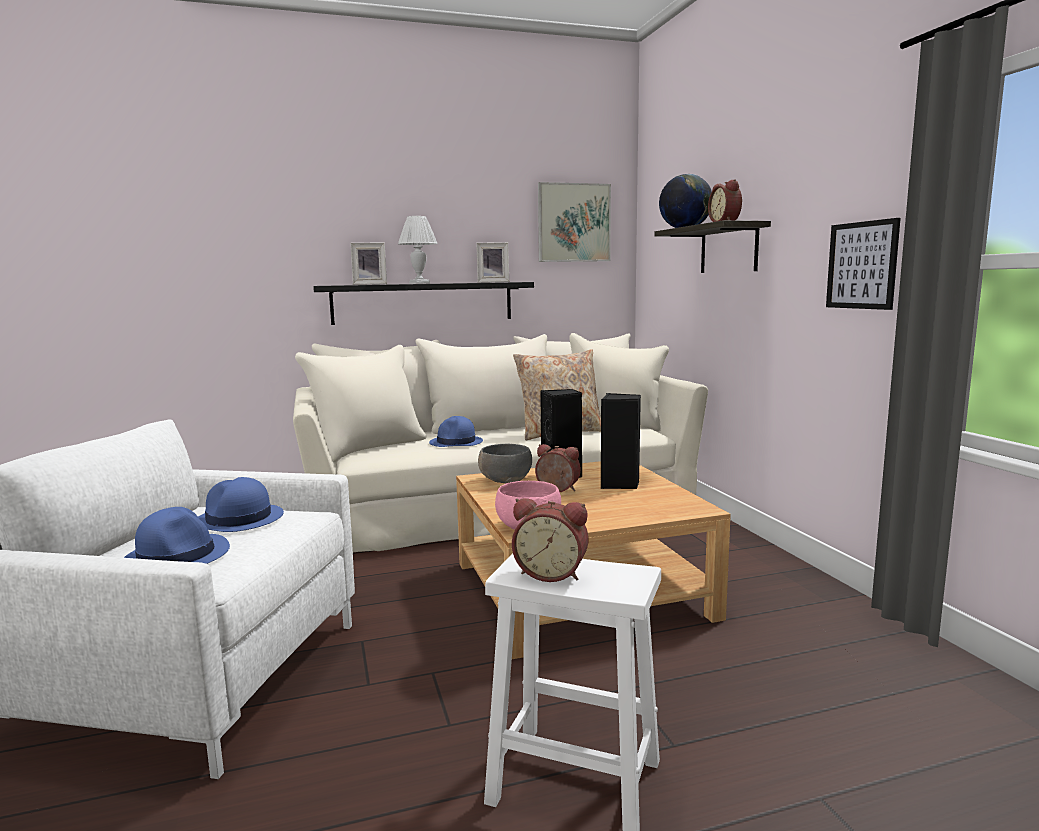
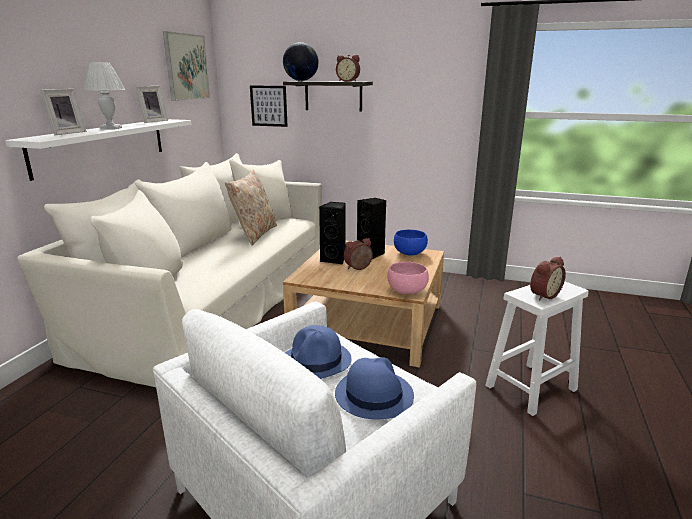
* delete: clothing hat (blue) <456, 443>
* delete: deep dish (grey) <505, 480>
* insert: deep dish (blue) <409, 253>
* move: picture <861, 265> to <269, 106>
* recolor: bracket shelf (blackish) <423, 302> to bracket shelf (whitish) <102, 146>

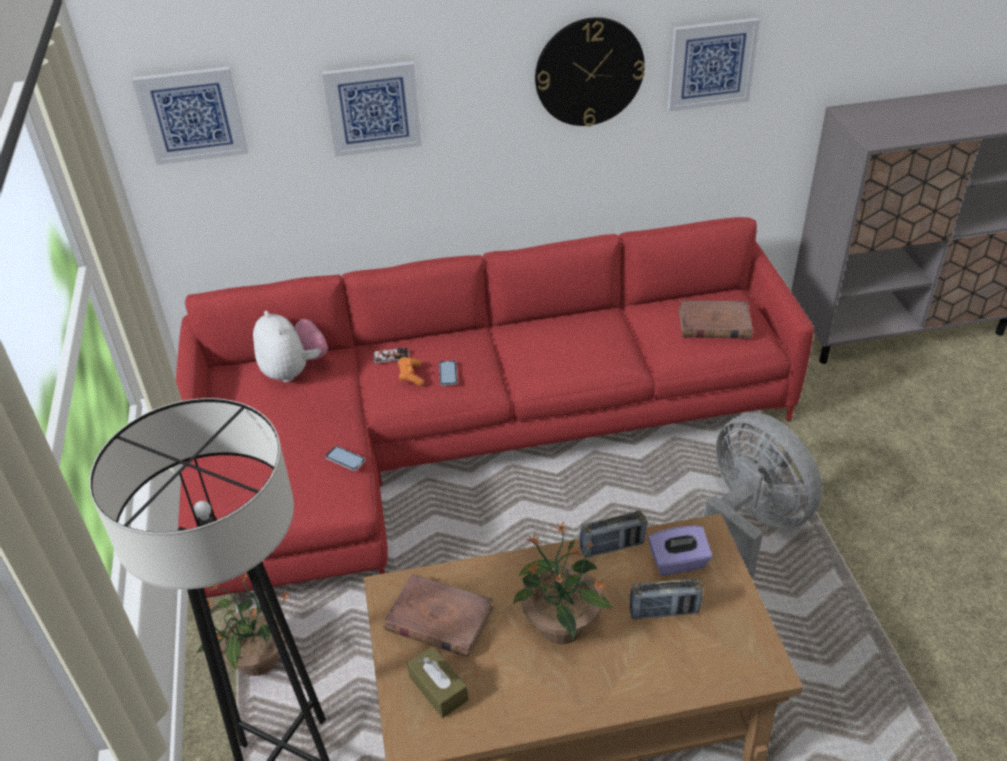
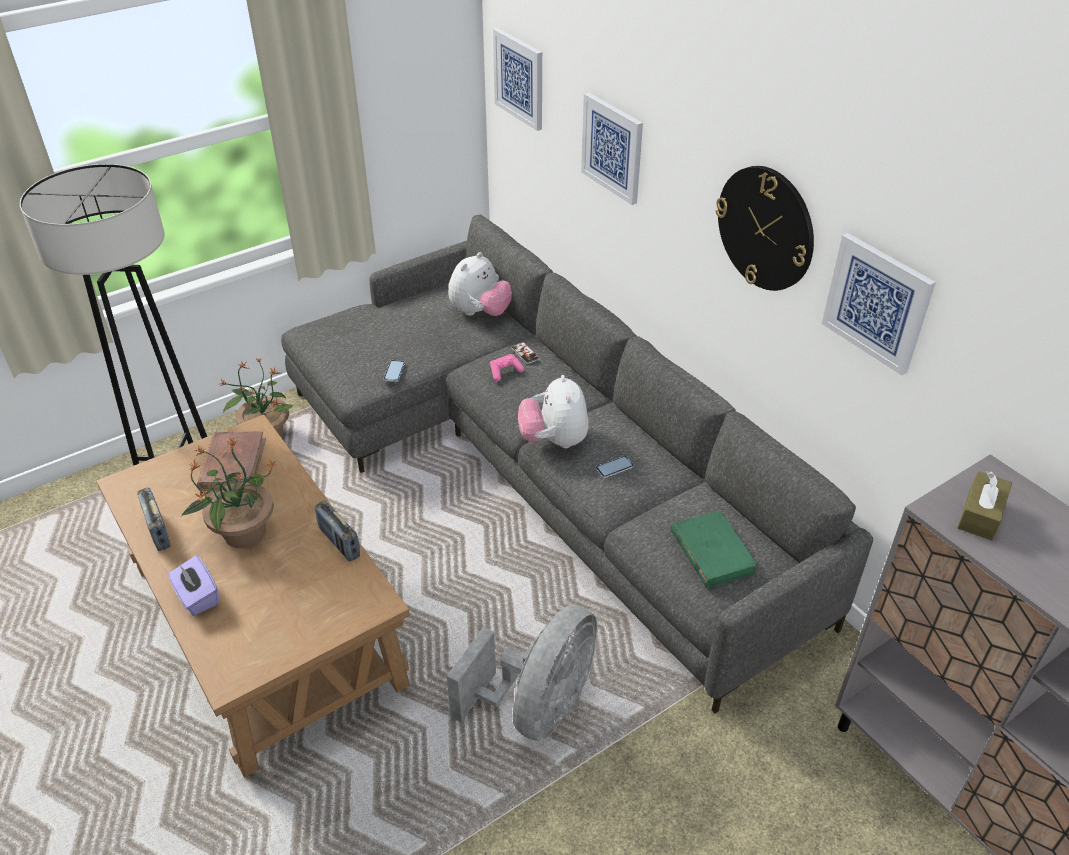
* insert: soft toy <554, 440>
* move: tissue box (brown) <438, 688> to <980, 514>
* move: telephone <448, 374> to <614, 467>
* move: radio receiver <664, 611> to <158, 531>
* move: tissue box (purple-coloured) <678, 562> to <197, 597>
* recolor: settee (reddish) <467, 437> to settee (grey) <541, 468>
* recolor: joypad (orangey) <411, 376> to joypad (pink-coloured) <505, 372>
* recolor: bound book (brown) <714, 323> to bound book (greenish) <712, 552>

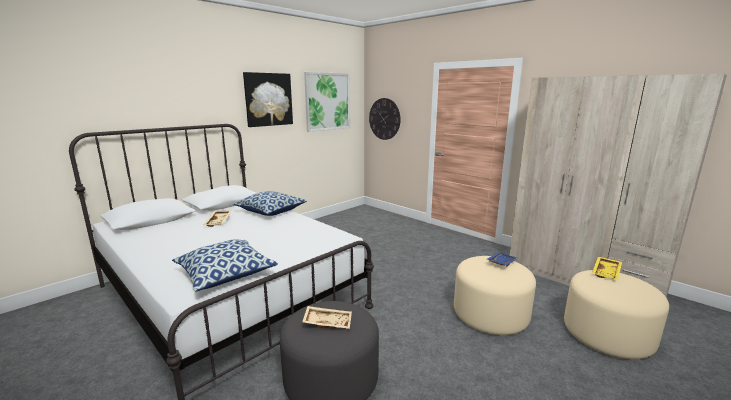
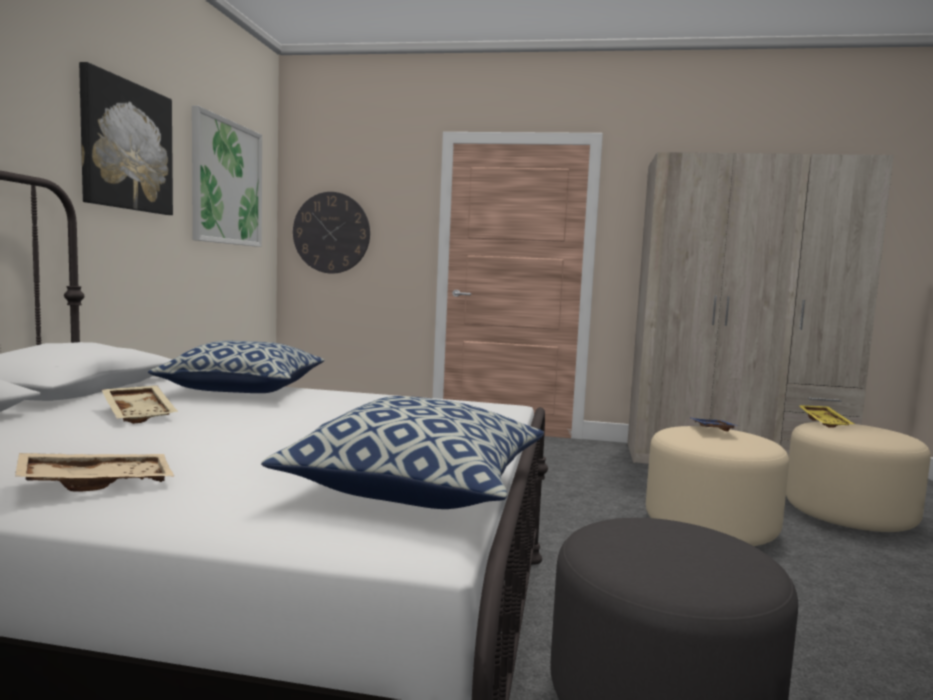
* move: tray (beige) <328, 322> to <97, 483>

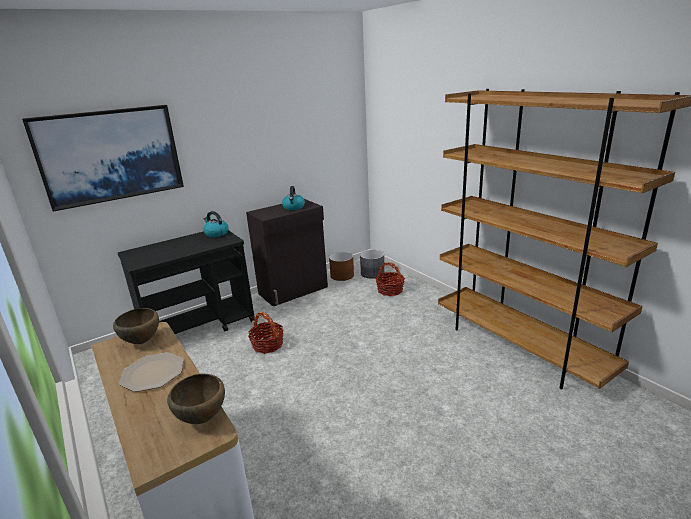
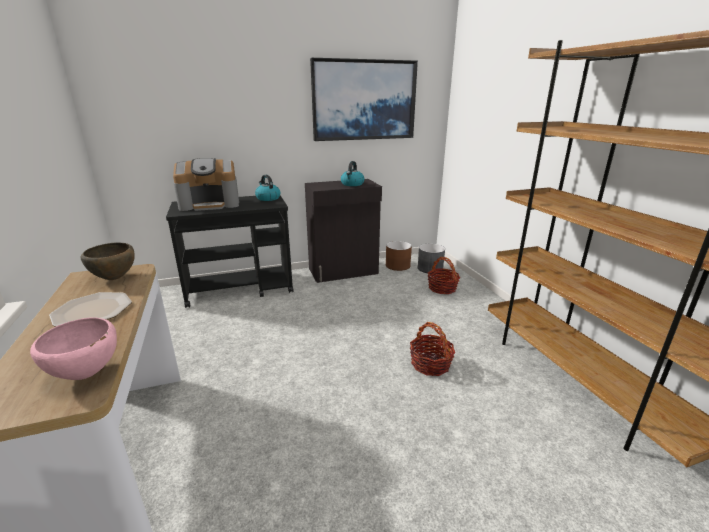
* insert: coffee machine <210, 204>
* move: picture <110, 155> to <364, 100>
* move: household basket <268, 345> to <430, 364>
* recolor: deep dish (brown) <203, 418> to deep dish (pink-coloured) <87, 374>

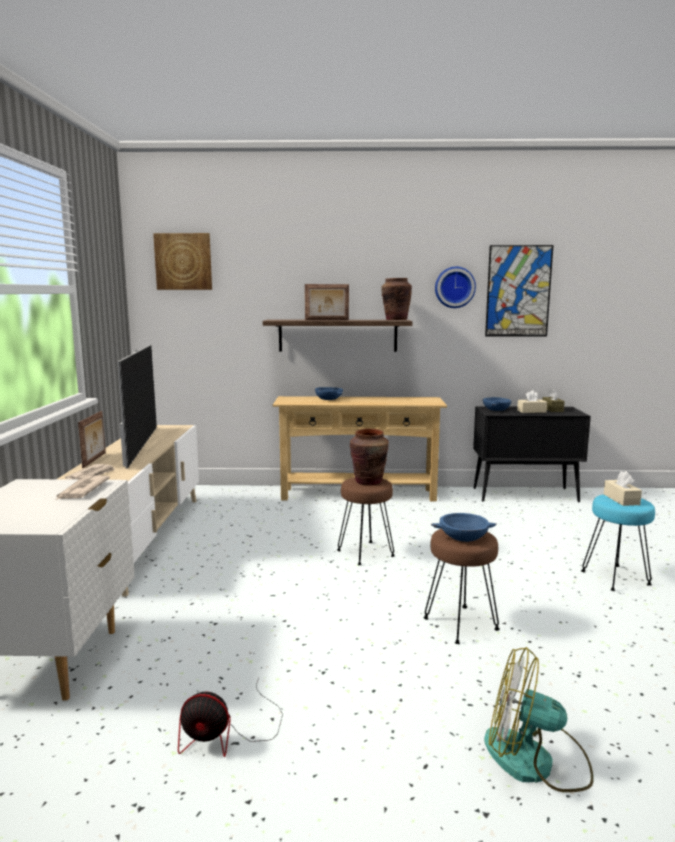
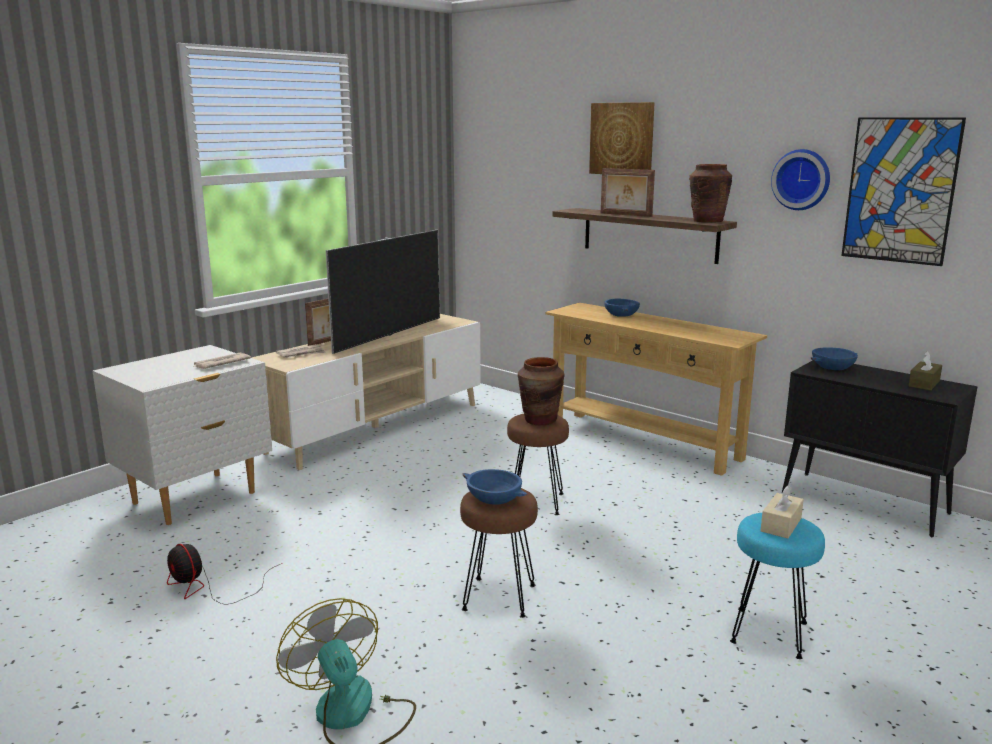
* delete: tissue box (beige) <531, 411>
* move: picture <183, 261> to <622, 139>

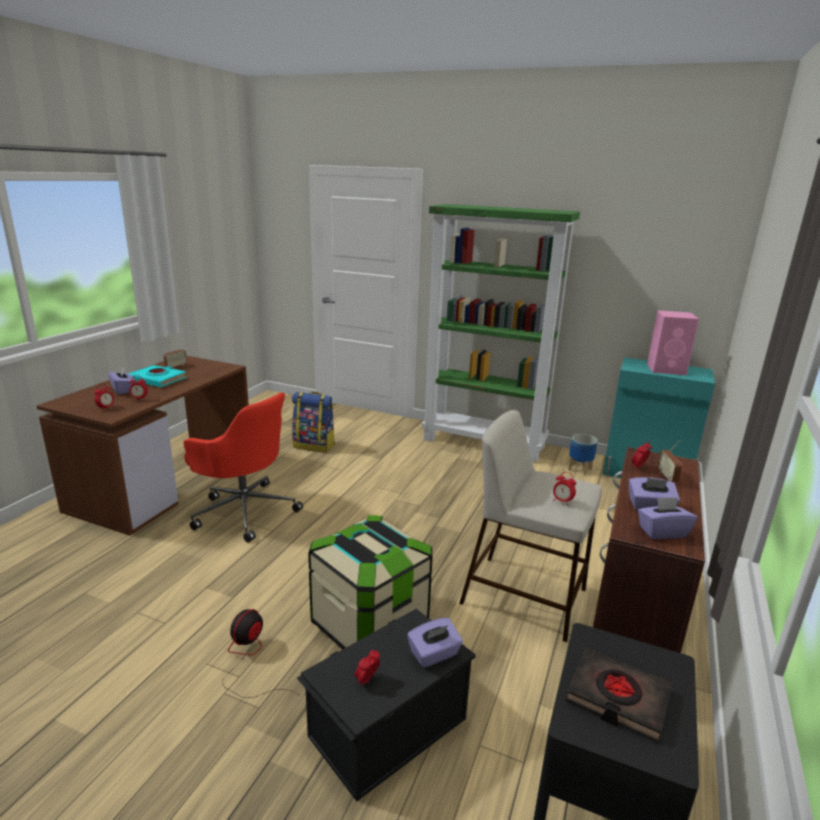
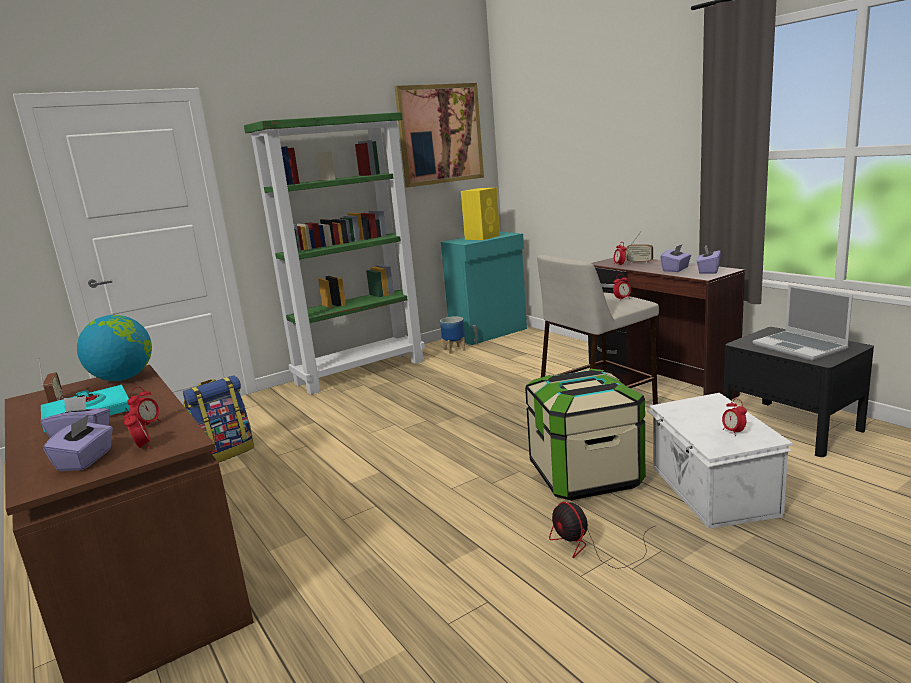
* delete: computer chair (reddish) <244, 510>
* insert: world globe <123, 378>
* insert: picture <440, 134>
* move: tissue box (purple-coloured) <434, 654> to <86, 460>
* replace: bound book (blackish) <617, 697> to notebook computer <801, 347>
* recolor: storage container (blackish) <386, 726> to storage container (whitish) <711, 490>
* recolor: speaker (pink-coloured) <667, 369> to speaker (yellowish) <483, 237>

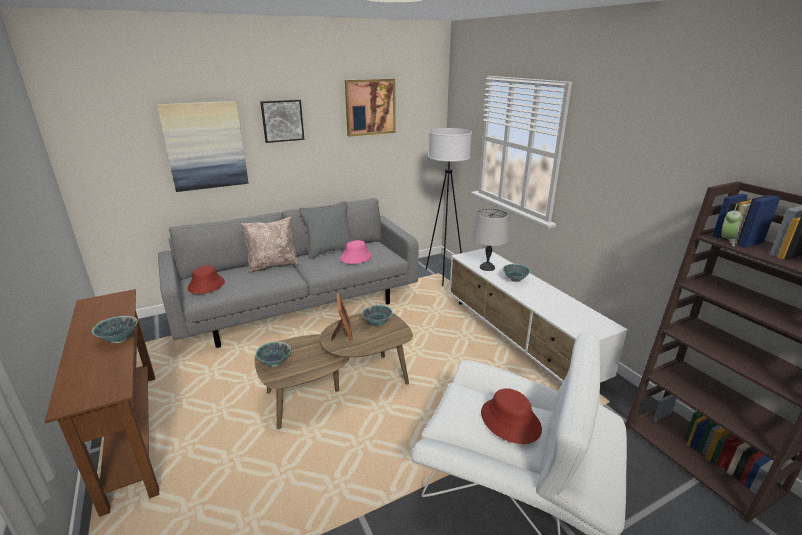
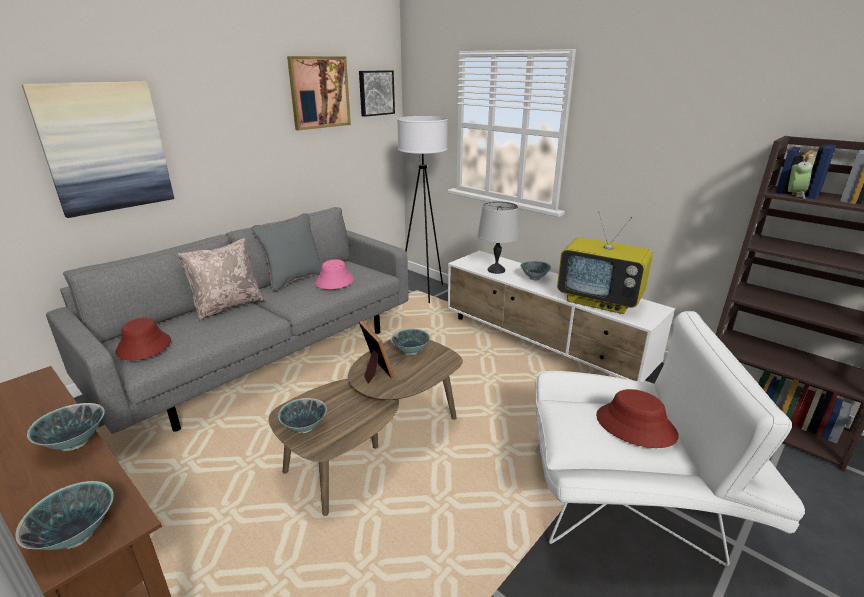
* insert: deep dish <78, 535>
* insert: TV set <600, 301>
* move: picture <282, 120> to <376, 93>

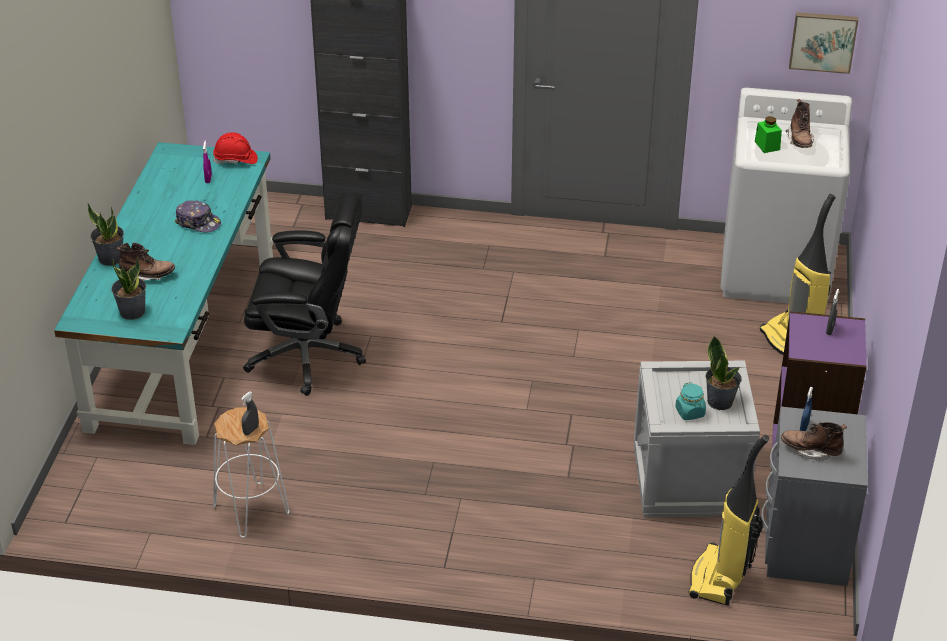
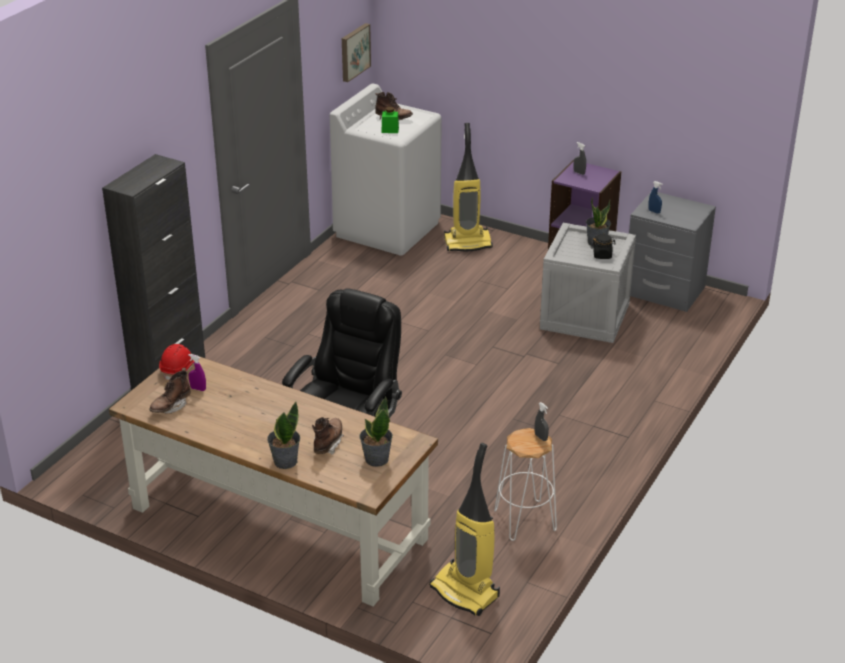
* delete: peaked cap <198, 222>
* move: vacuum <720, 578> to <466, 592>
* move: tall boot (brown) <810, 451> to <171, 406>
* recolor: desk unit (turquoise) <183, 339> to desk unit (brown) <277, 523>
* recolor: preserve jar (turquoise) <690, 412> to preserve jar (blackish) <602, 255>

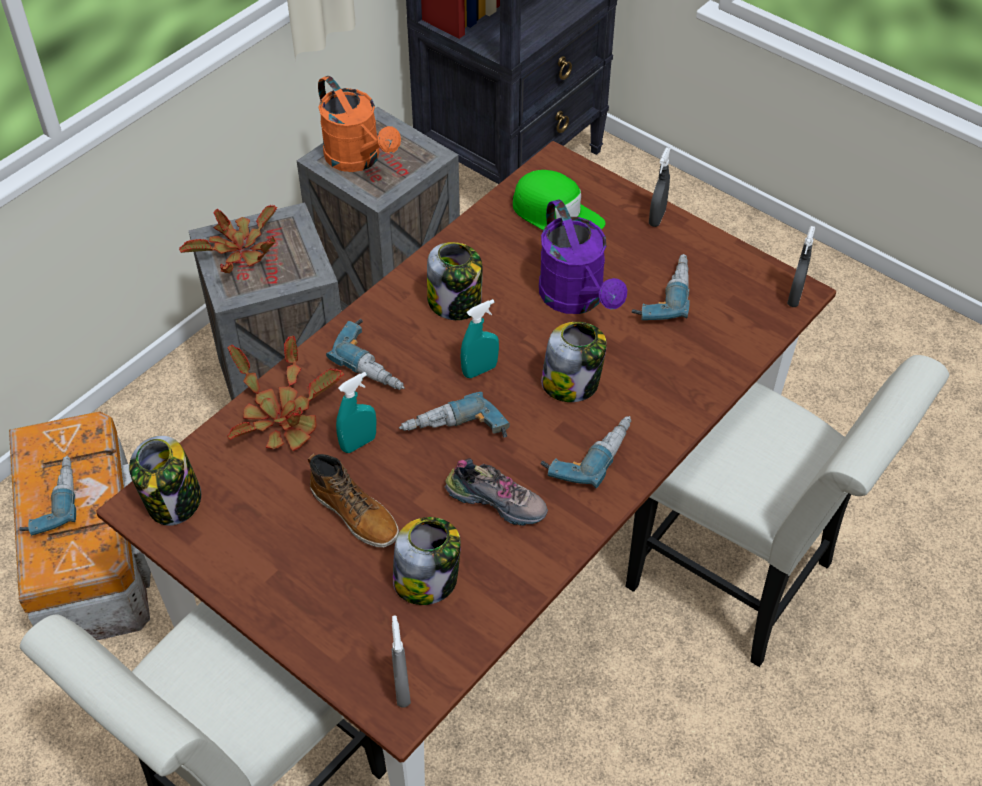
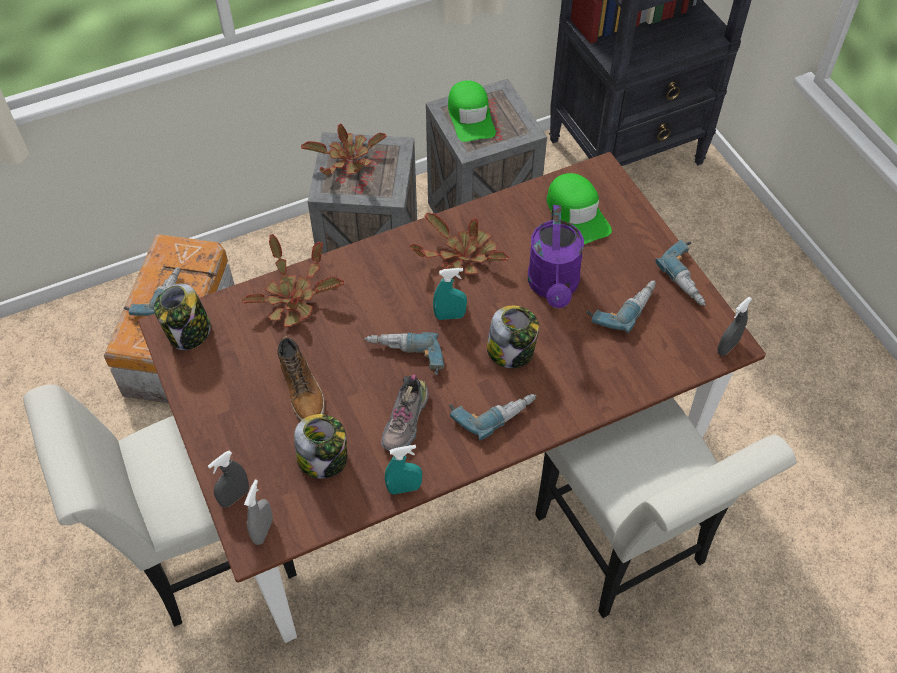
* move: electric drill <376, 362> to <690, 278>
* move: spray bottle (turquoise) <358, 443> to <404, 488>
* move: spray bottle (grey) <657, 218> to <235, 497>
* replace: sprinkling can (orangey) <358, 159> to peaked cap (greenish) <470, 117>
* replace: preserve jar <455, 303> to houseplant <461, 257>
* rotate: low shoe <498, 501> = <406, 421> 60 degrees clockwise

